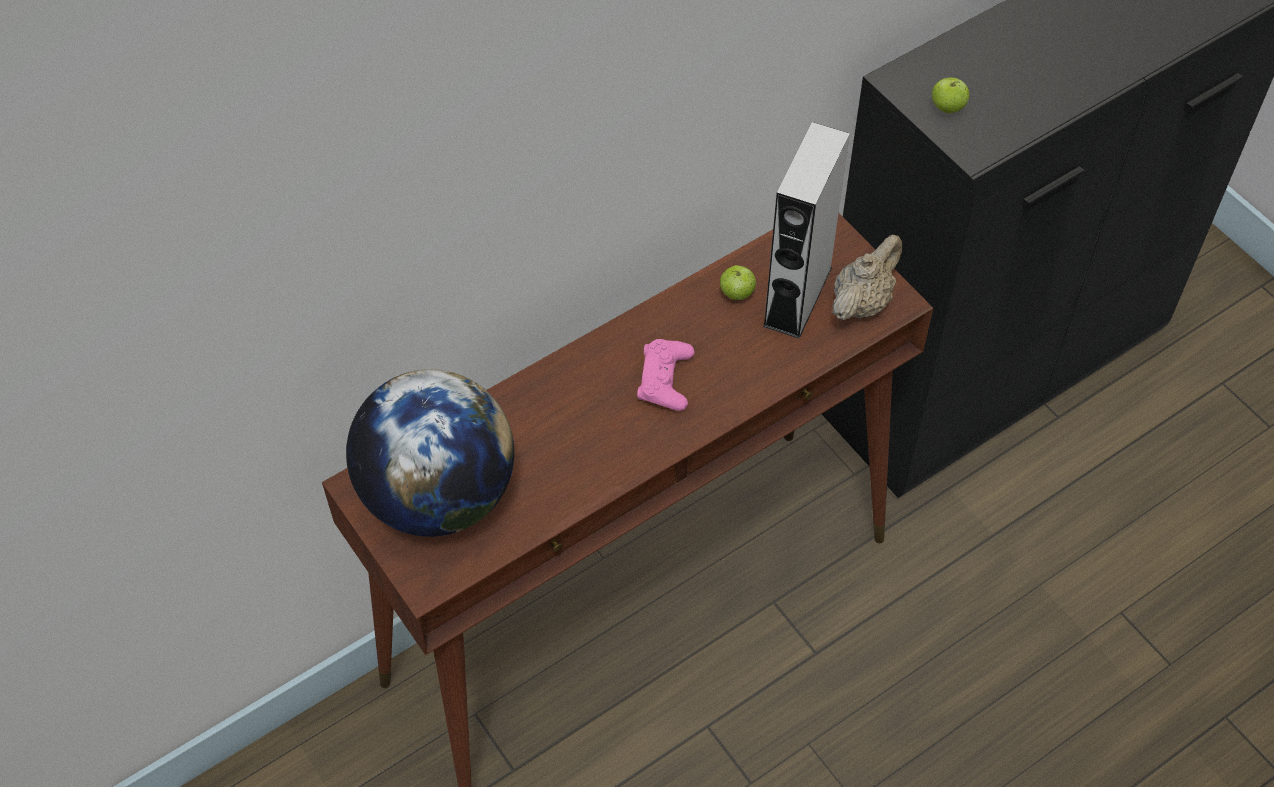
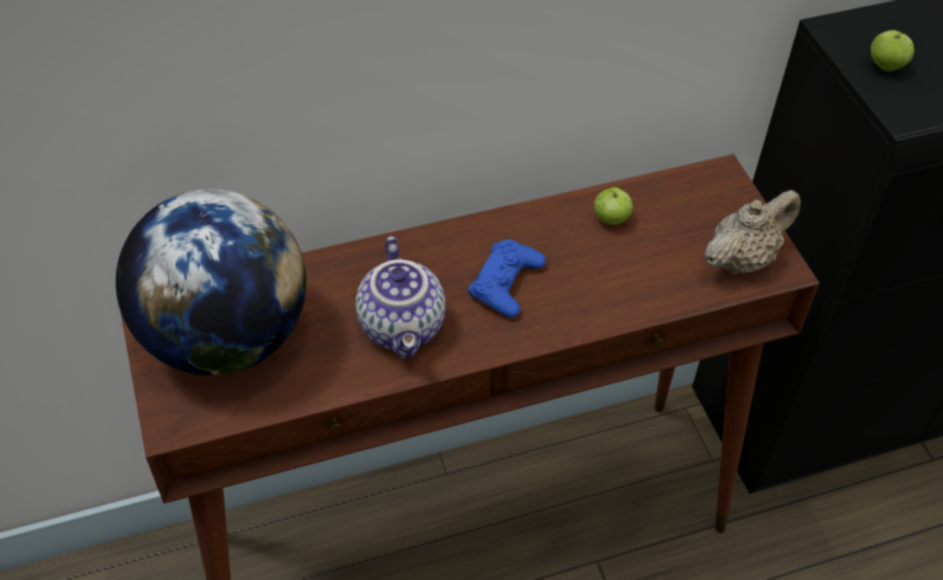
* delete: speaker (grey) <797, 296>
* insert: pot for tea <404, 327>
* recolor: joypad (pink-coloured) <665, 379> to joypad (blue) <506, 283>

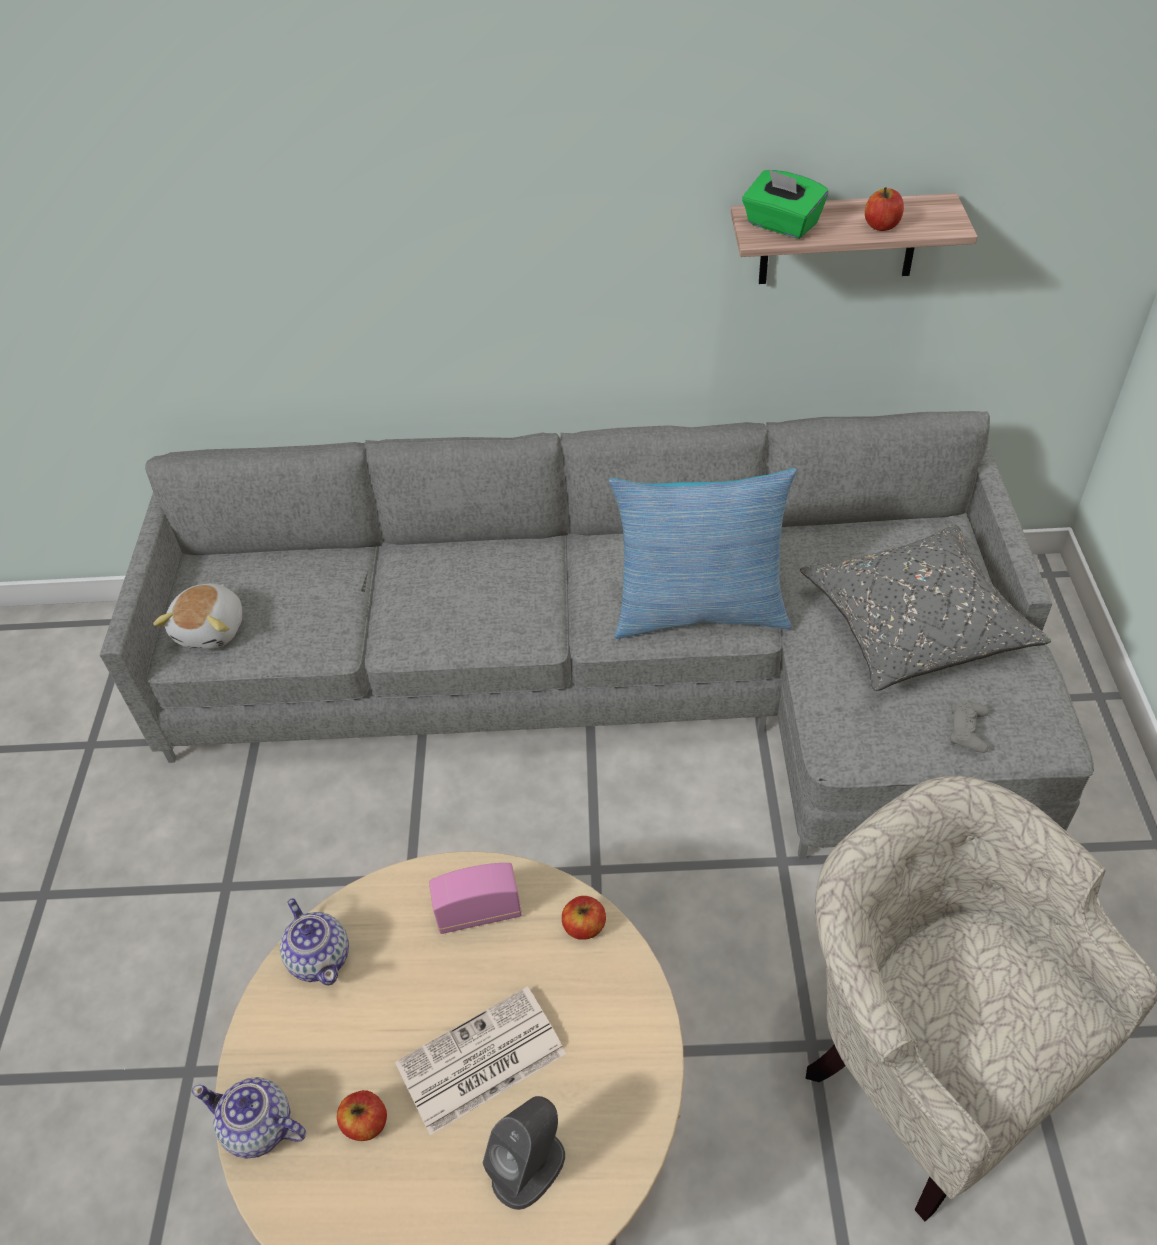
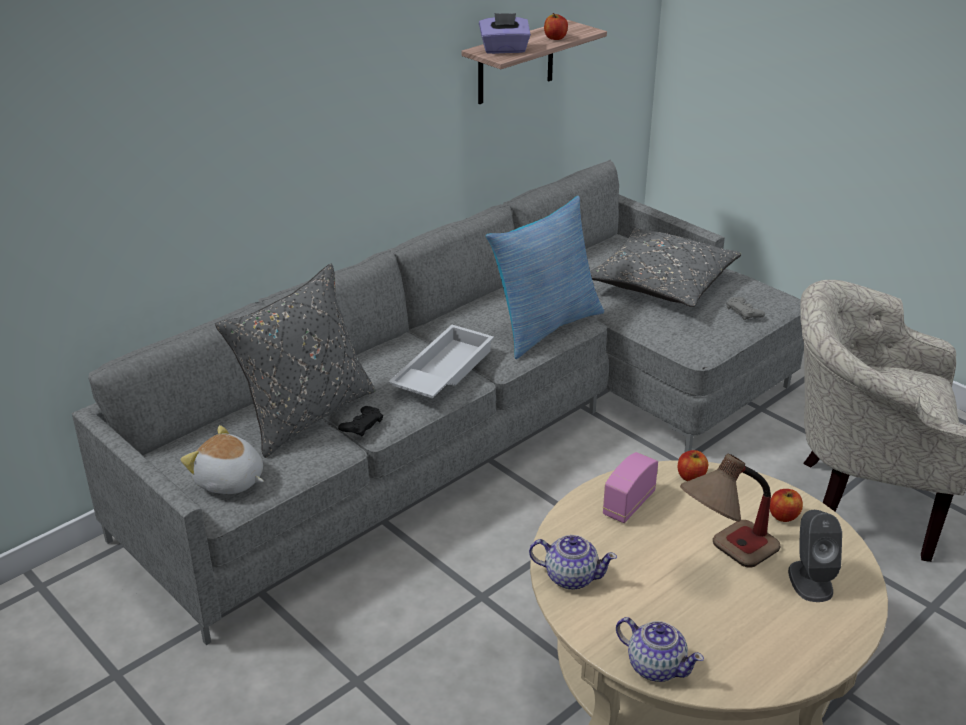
* insert: pillow (grey) <305, 414>
* insert: joypad (blackish) <361, 425>
* insert: tray (whitish) <442, 371>
* move: apple <366, 1123> to <783, 516>
* replace: printed paper <479, 1061> to table lamp <724, 560>
* recolor: tissue box (greenish) <781, 225> to tissue box (purple-coloured) <504, 50>
* rotate: soft toy <212, 629> = <229, 481> 150 degrees clockwise
* rotate: pot for tea <259, 1128> = <655, 666> 120 degrees counterclockwise

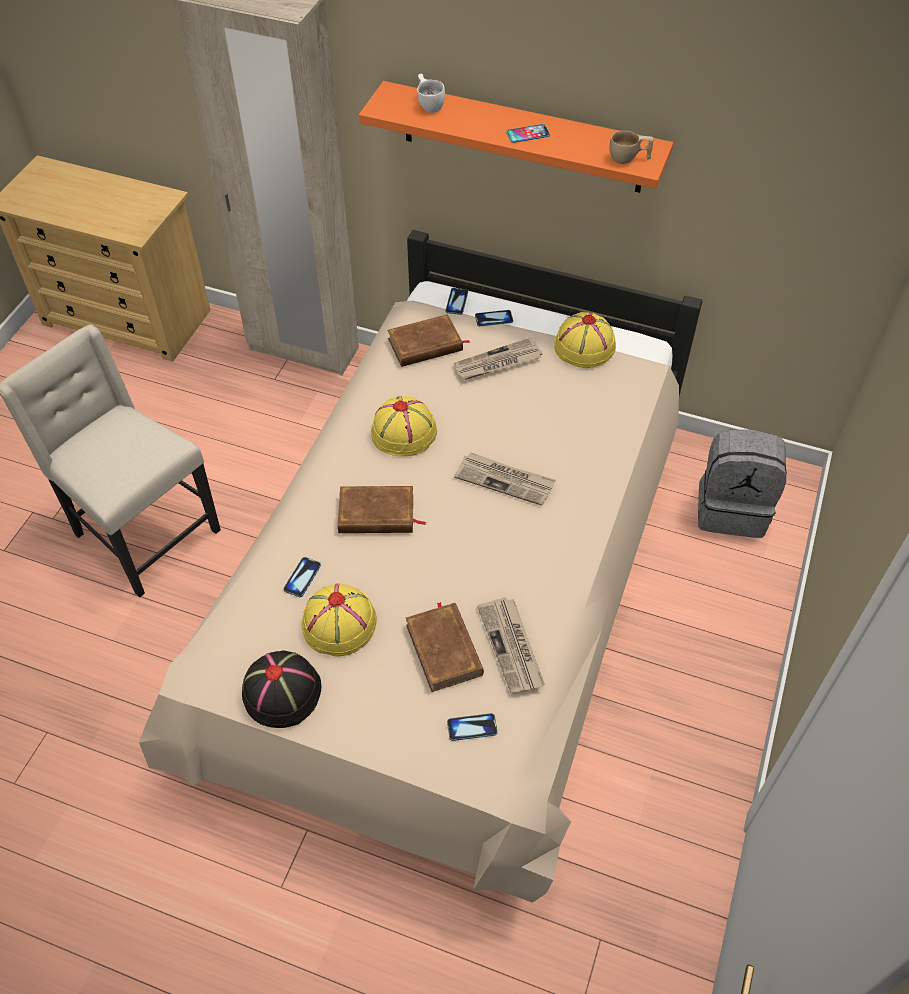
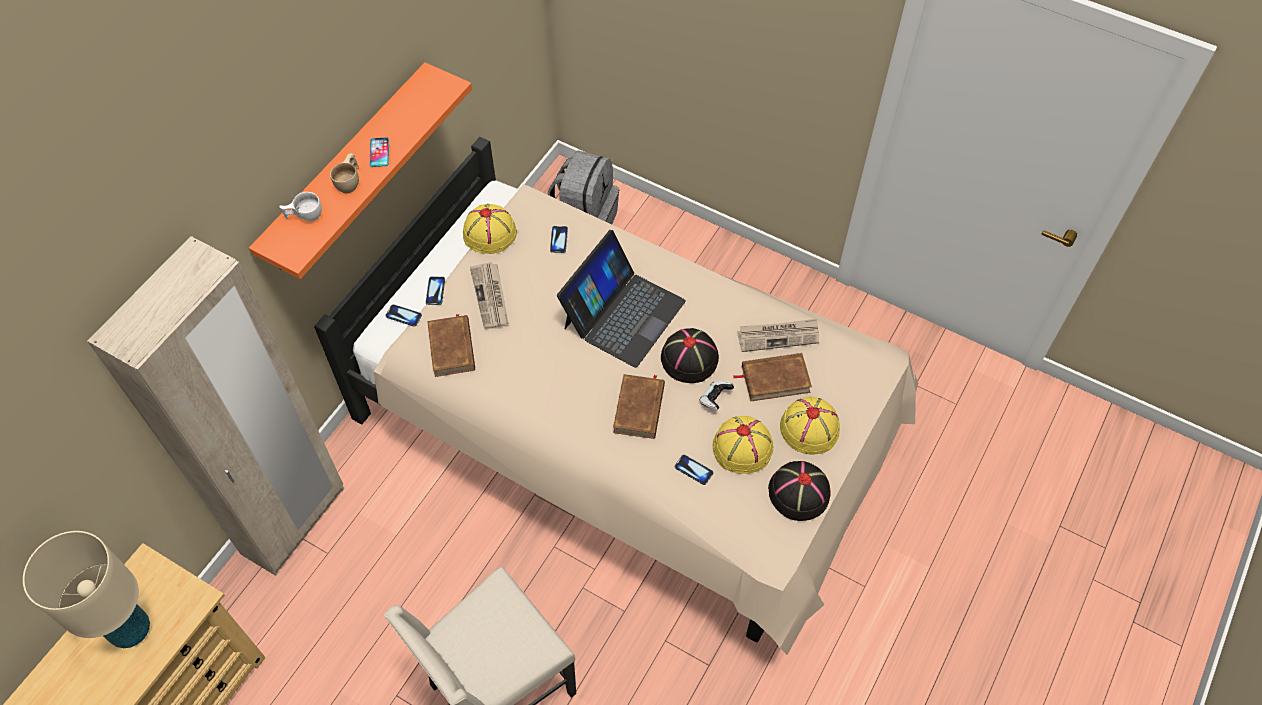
* insert: table lamp (beige) <131, 629>
* insert: clothing hat (blackish) <690, 358>
* insert: joypad <715, 399>
* move: clothing hat (yellowish) <404, 432> to <810, 427>
* move: telephone <472, 727> to <559, 240>
* move: cup (beige) <629, 159> to <350, 182>
* replace: printed paper <505, 480> to notebook computer <623, 313>

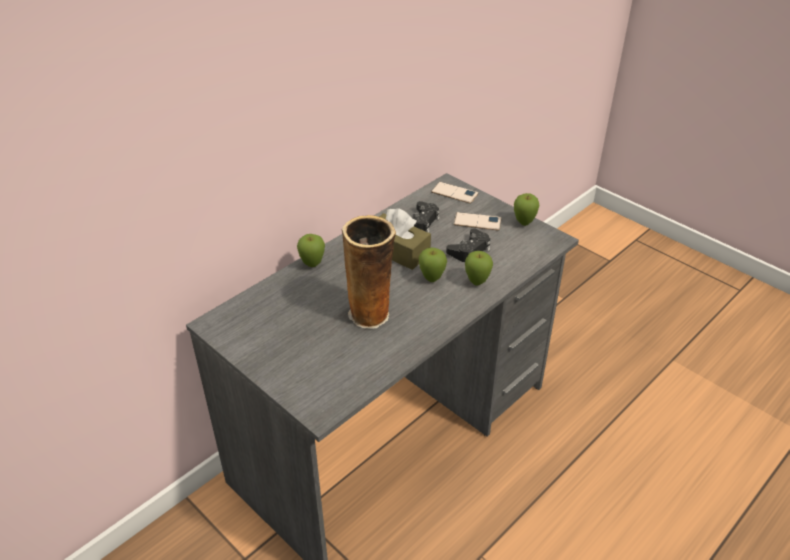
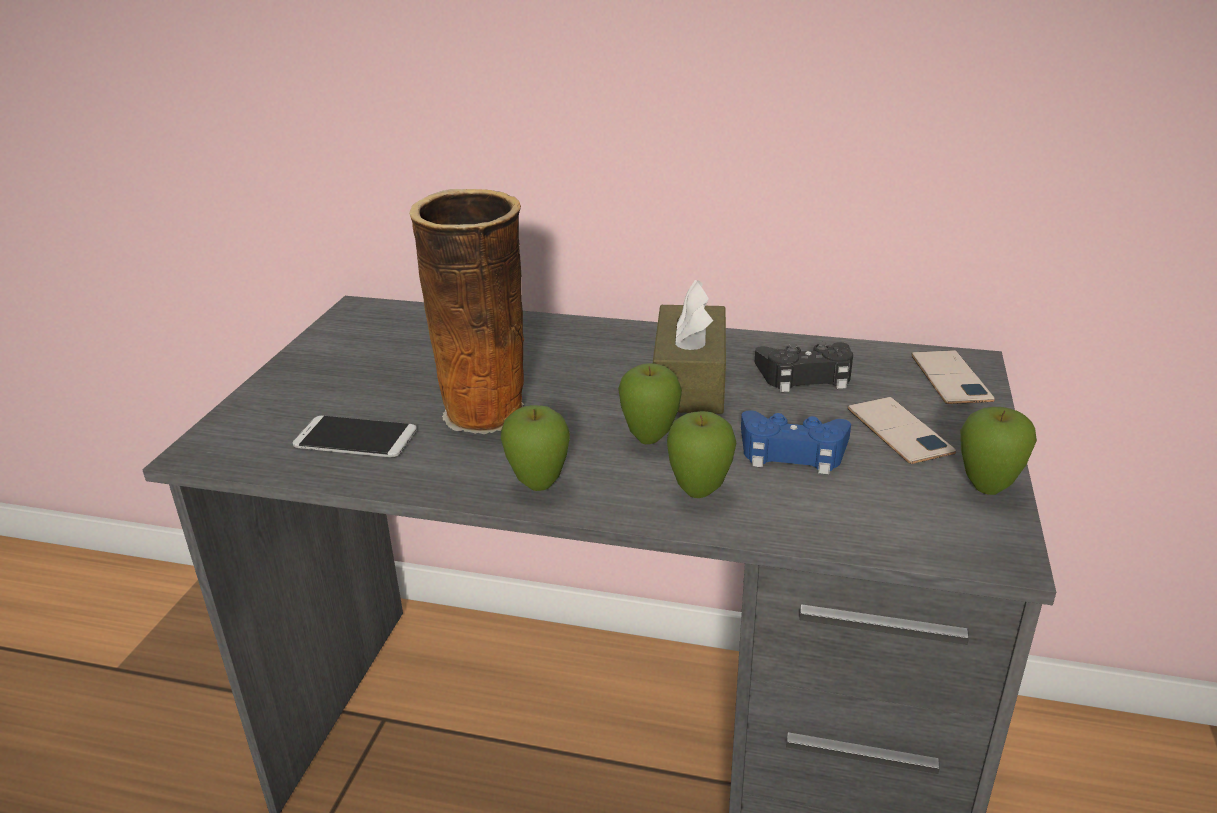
* insert: telephone <355, 438>
* move: apple <312, 265> to <538, 486>
* recolor: joypad (blackish) <469, 250> to joypad (blue) <792, 451>

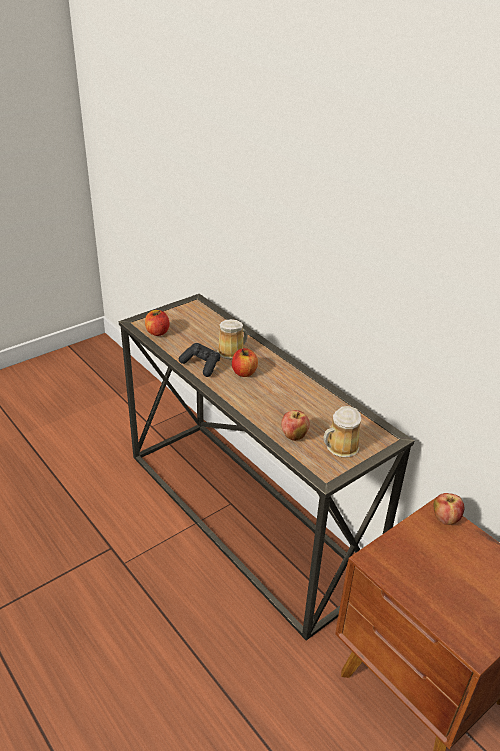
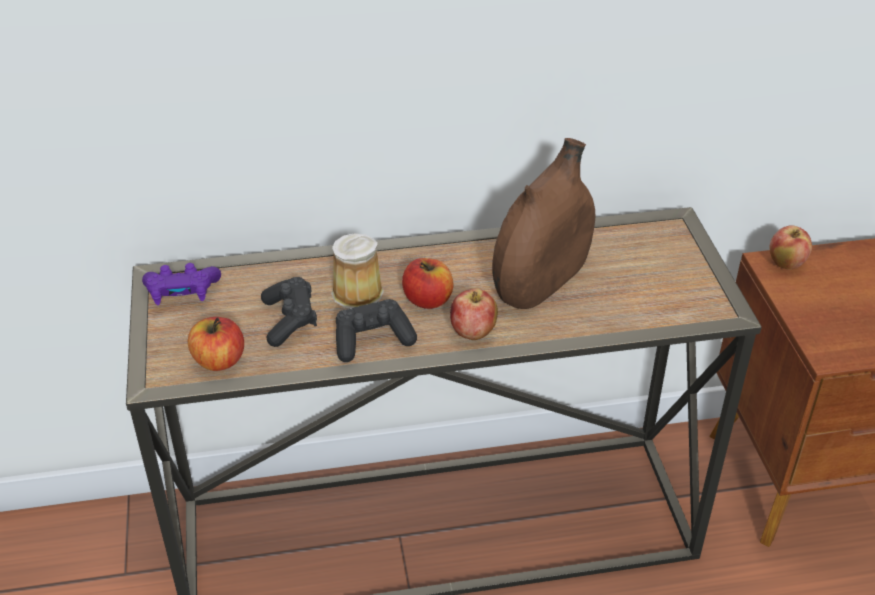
* delete: tea mug <340, 447>
* insert: joypad (purple-coloured) <182, 294>
* insert: joypad (blackish) <290, 321>
* insert: decorative vase (brown) <541, 278>
* move: apple <294, 436> to <473, 333>

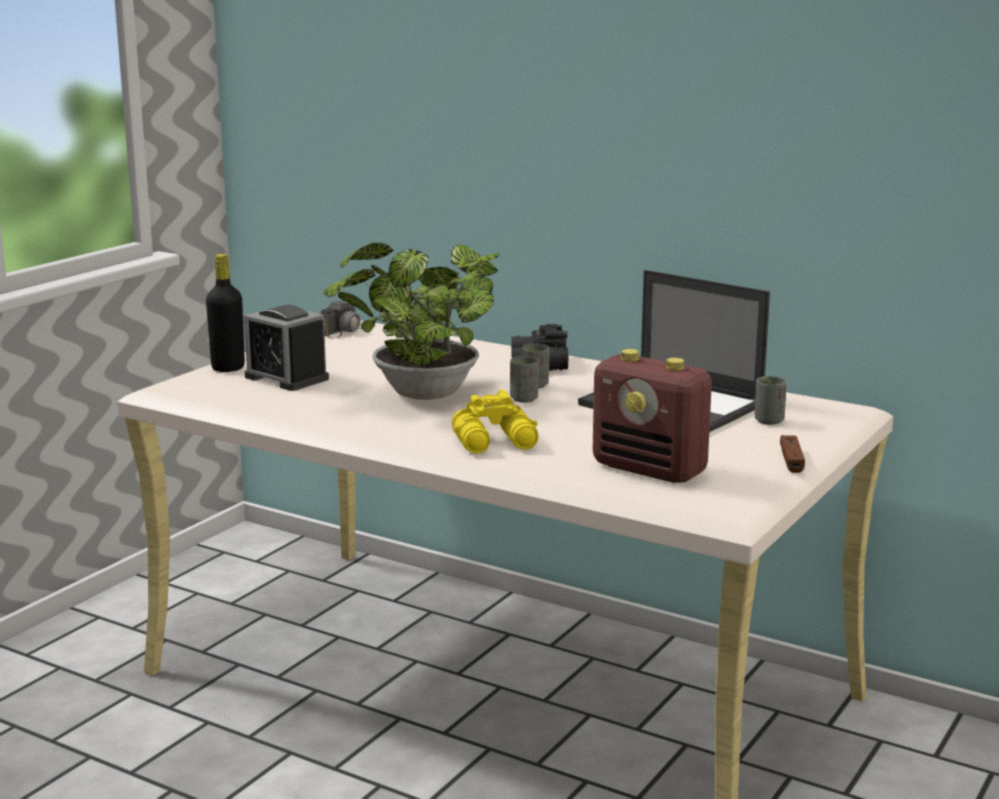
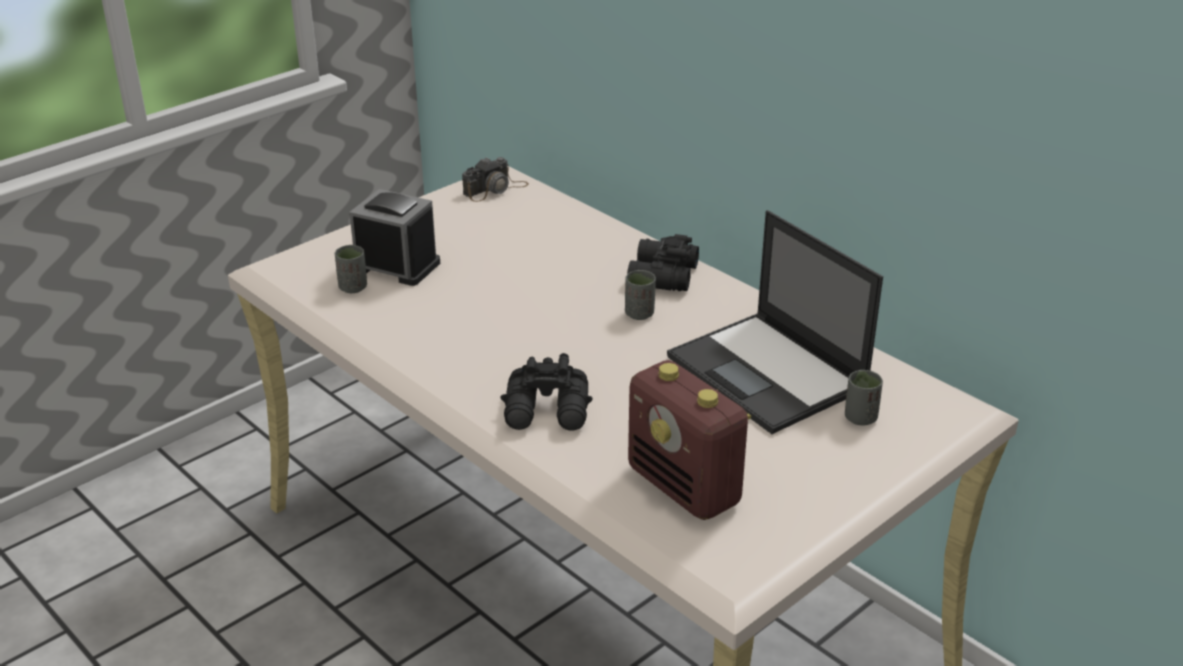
* delete: drink bottle (blackish) <228, 368>
* delete: houseplant <419, 395>
* delete: joypad (brown) <791, 461>
* move: cup (grey) <524, 399> to <353, 287>
* recolor: field glasses (yellowish) <496, 442> to field glasses (blackish) <548, 412>
* rotate: bedside clock <286, 378> = <396, 265> 150 degrees clockwise

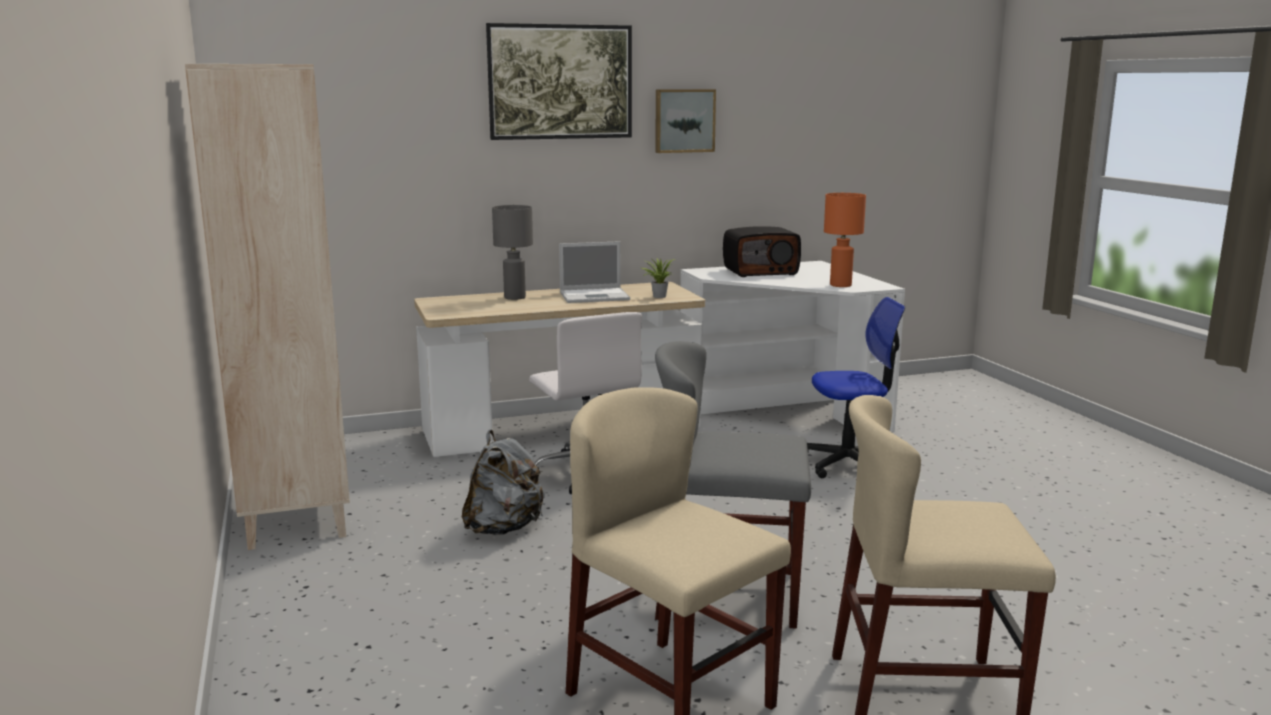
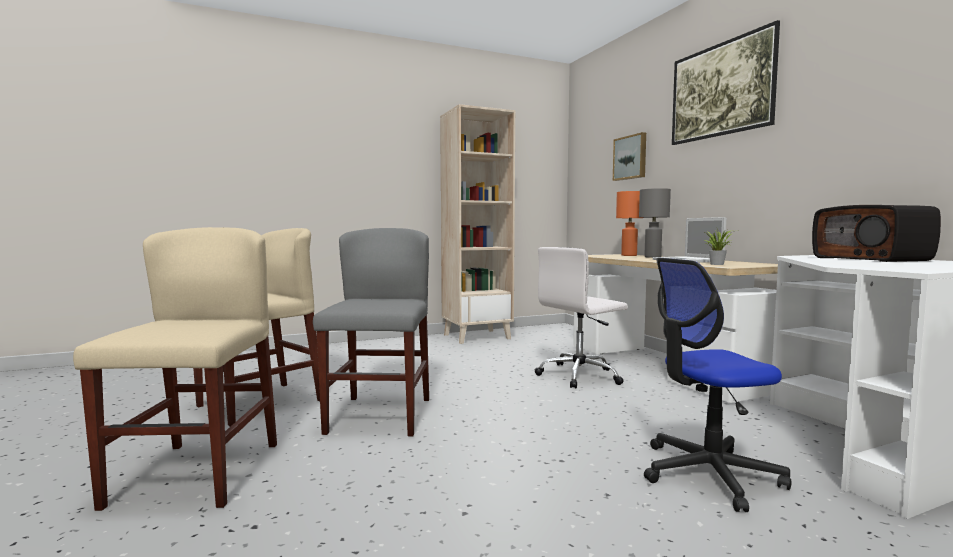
* delete: backpack (grey) <504, 528>
* move: picture <684, 120> to <630, 157>
* move: table lamp (orangey) <840, 285> to <628, 255>
* rotate: computer chair <849, 464> = <708, 474> 90 degrees clockwise

